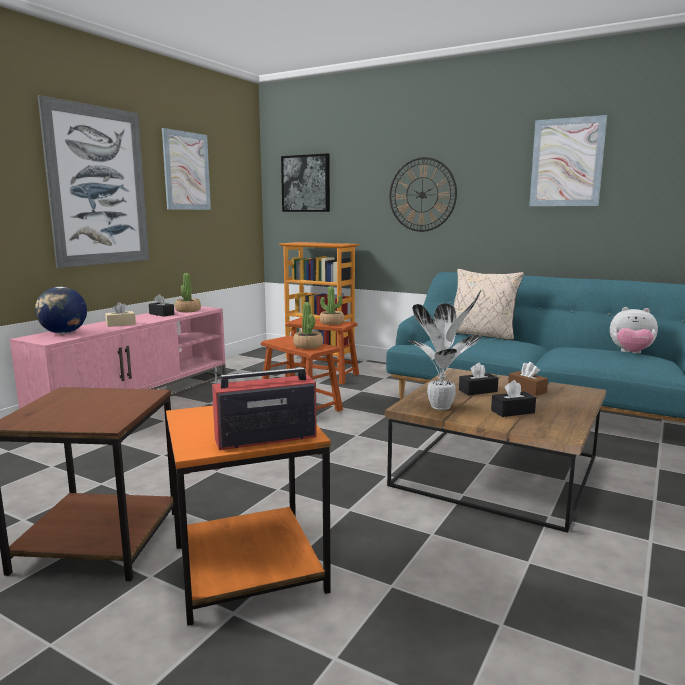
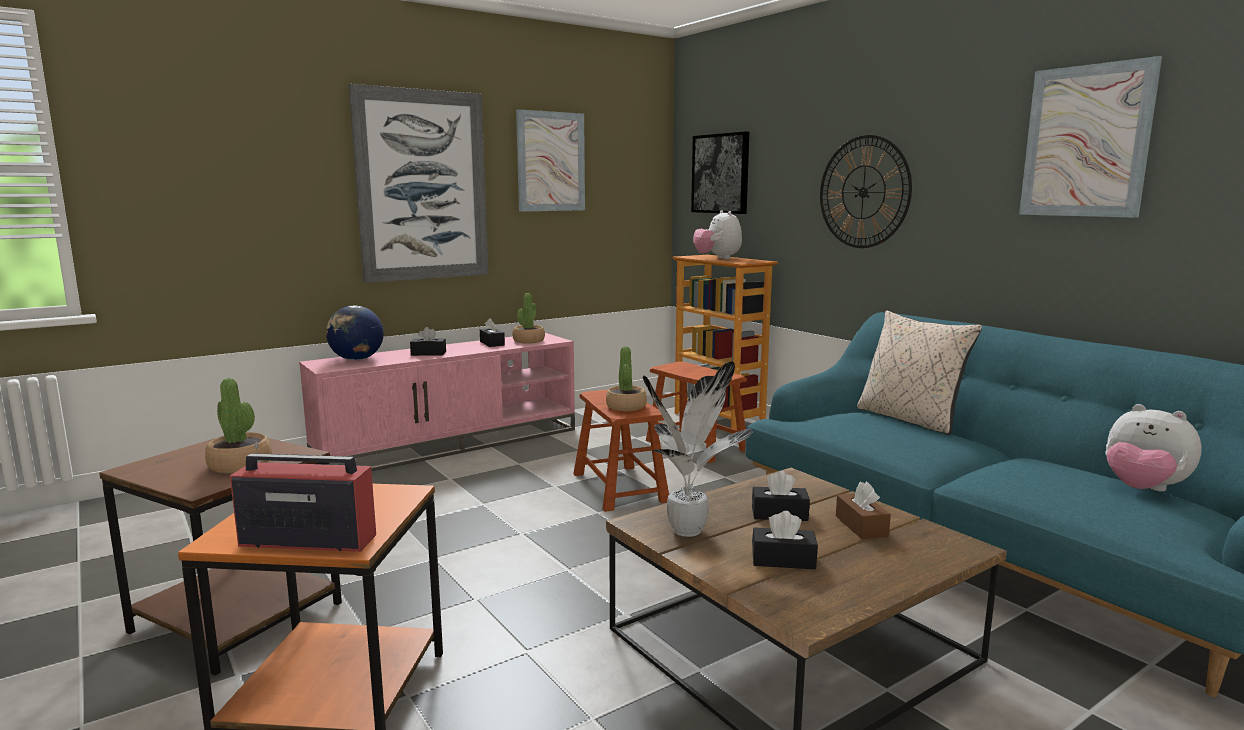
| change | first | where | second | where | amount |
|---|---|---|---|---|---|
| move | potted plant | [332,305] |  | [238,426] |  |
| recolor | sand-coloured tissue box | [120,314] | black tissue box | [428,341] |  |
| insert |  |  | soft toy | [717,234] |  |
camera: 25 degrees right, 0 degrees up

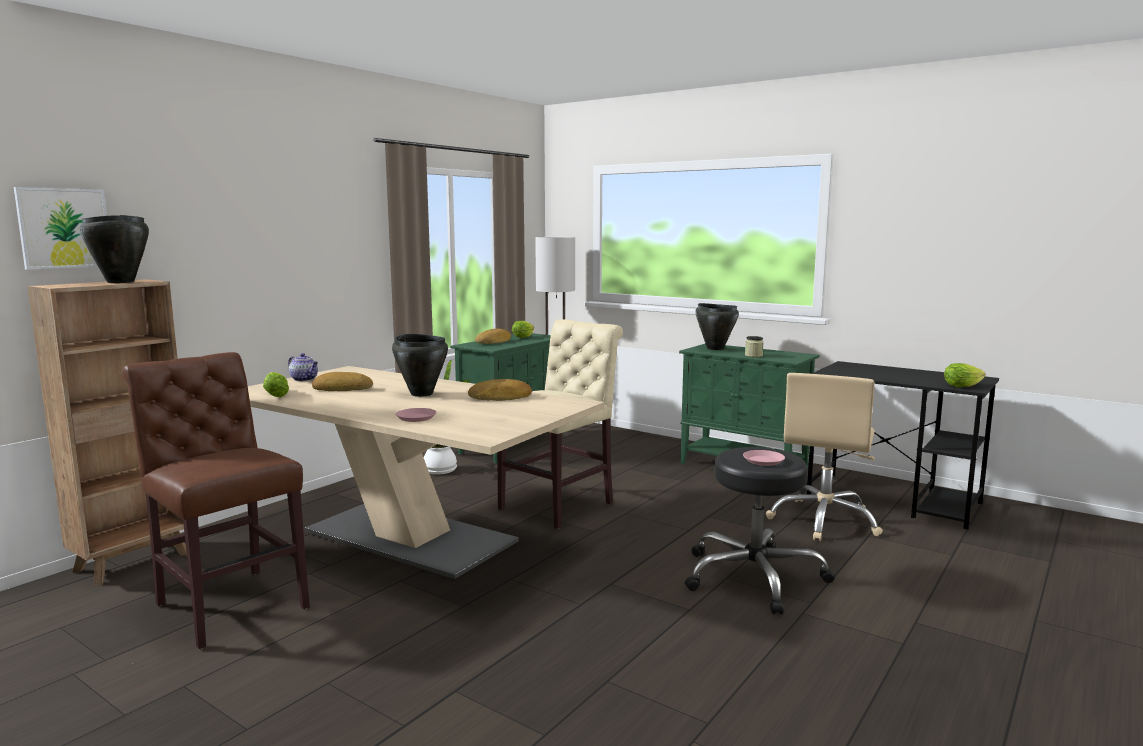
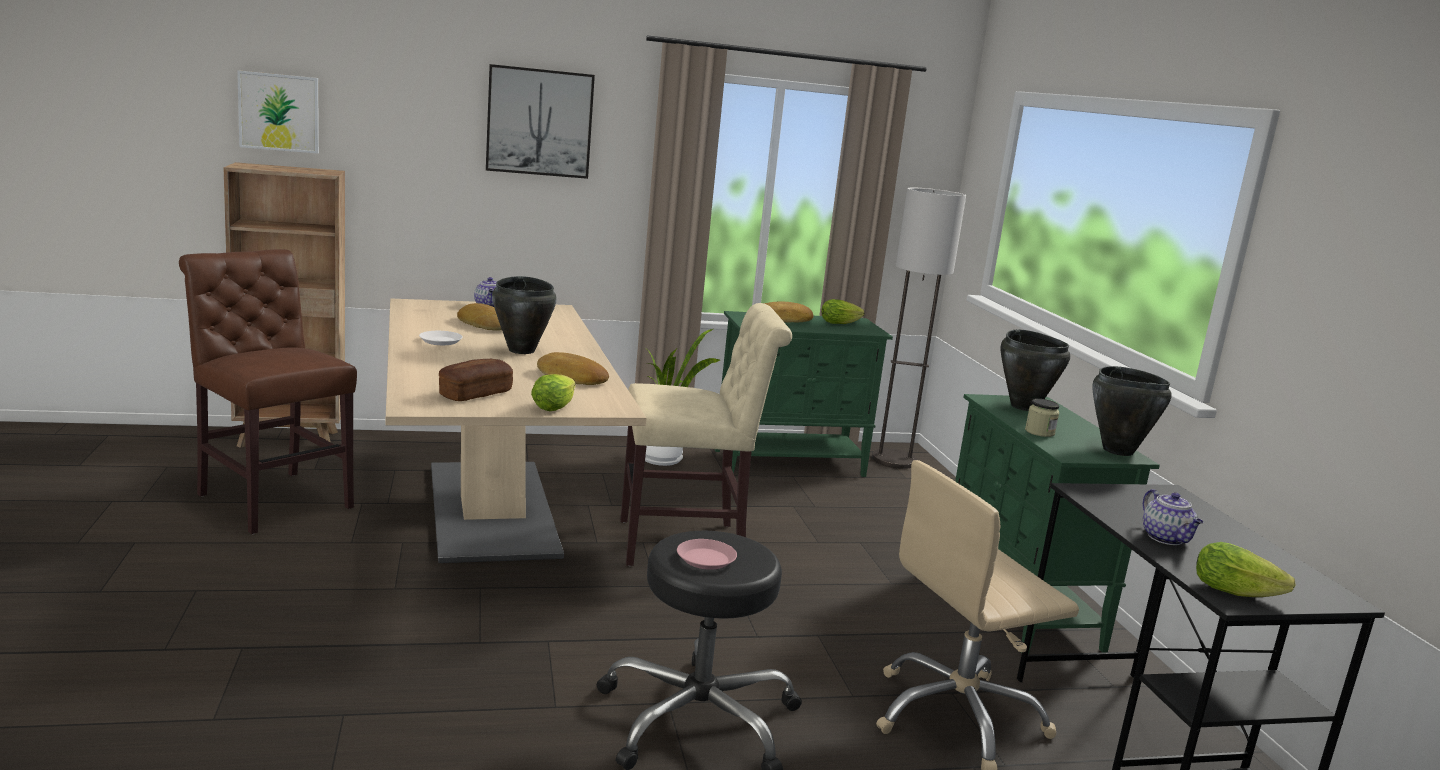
| change | first | where | second | where | amount |
|---|---|---|---|---|---|
| rotate | brown-coloured chair | [216,500] |  | [268,391] | 45 degrees counterclockwise |
| insert |  |  | white dinner plate | [441,338] |  |
| insert |  |  | bread | [476,379] |  |
| insert |  |  | wall picture | [540,121] |  |
| move | head of lettuce | [276,384] |  | [553,392] |  |
| move | black stockpot | [114,249] |  | [1132,411] |  |
| insert |  |  | teapot | [1173,517] |  |
| delete | pink-coloured dinner plate | [416,415] |  |  |  |
camera: 40 degrees right, 5 degrees up

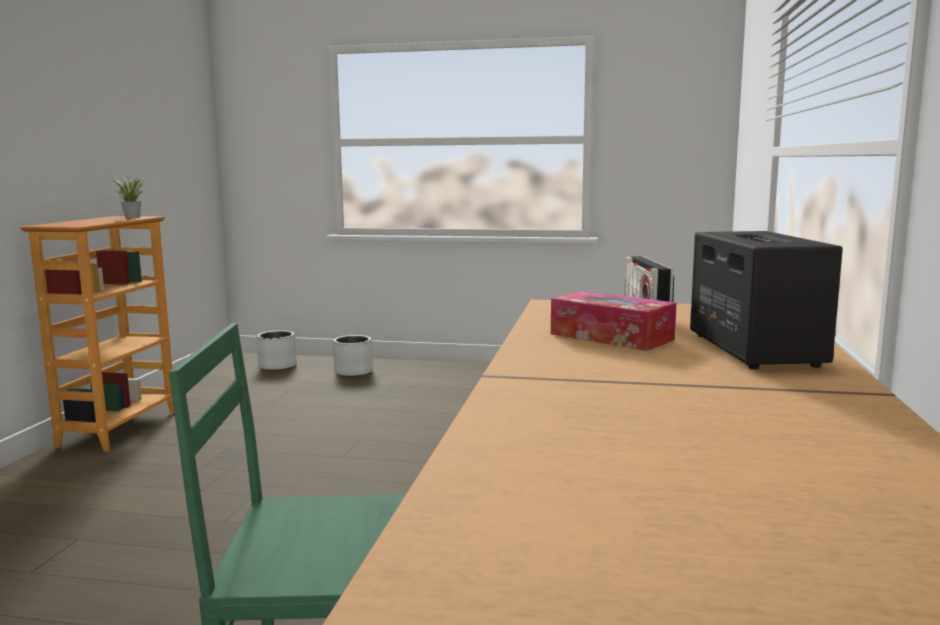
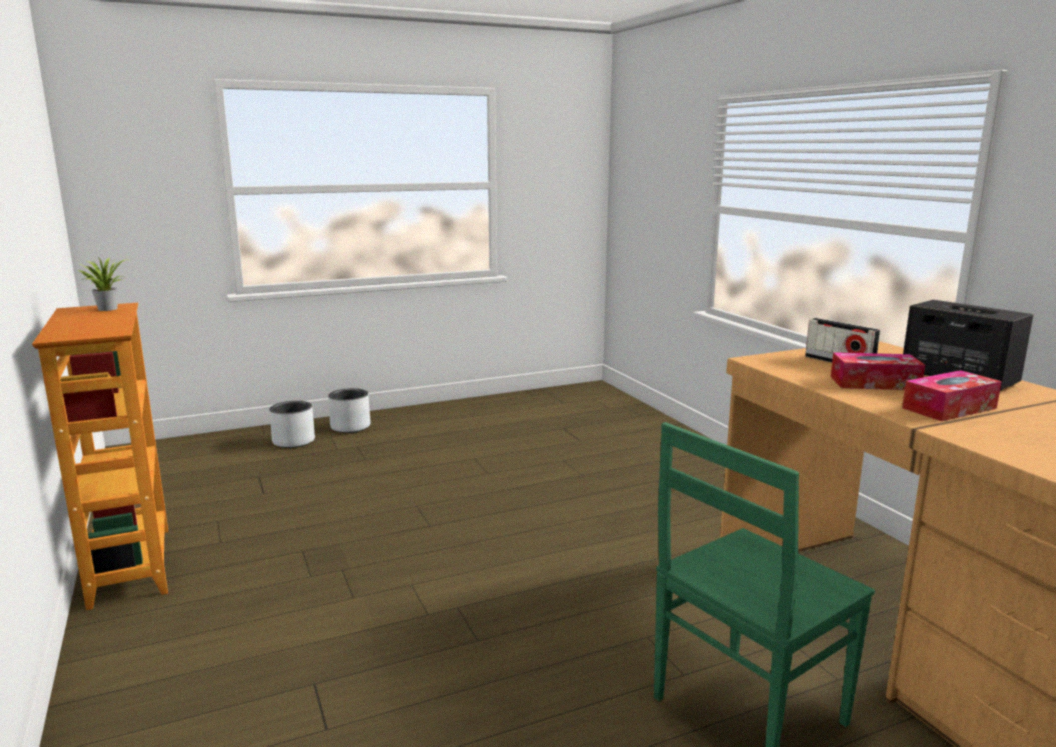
| change | first | where | second | where | amount |
|---|---|---|---|---|---|
| move | greyish flower pot | [277,350] |  | [349,410] |  |
| insert |  |  | tissue box | [952,395] |  |
camera: 35 degrees left, 5 degrees up

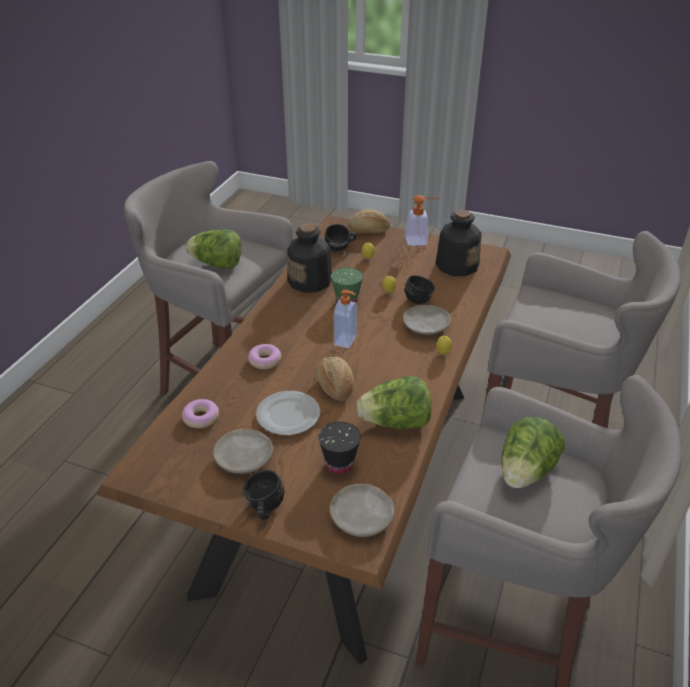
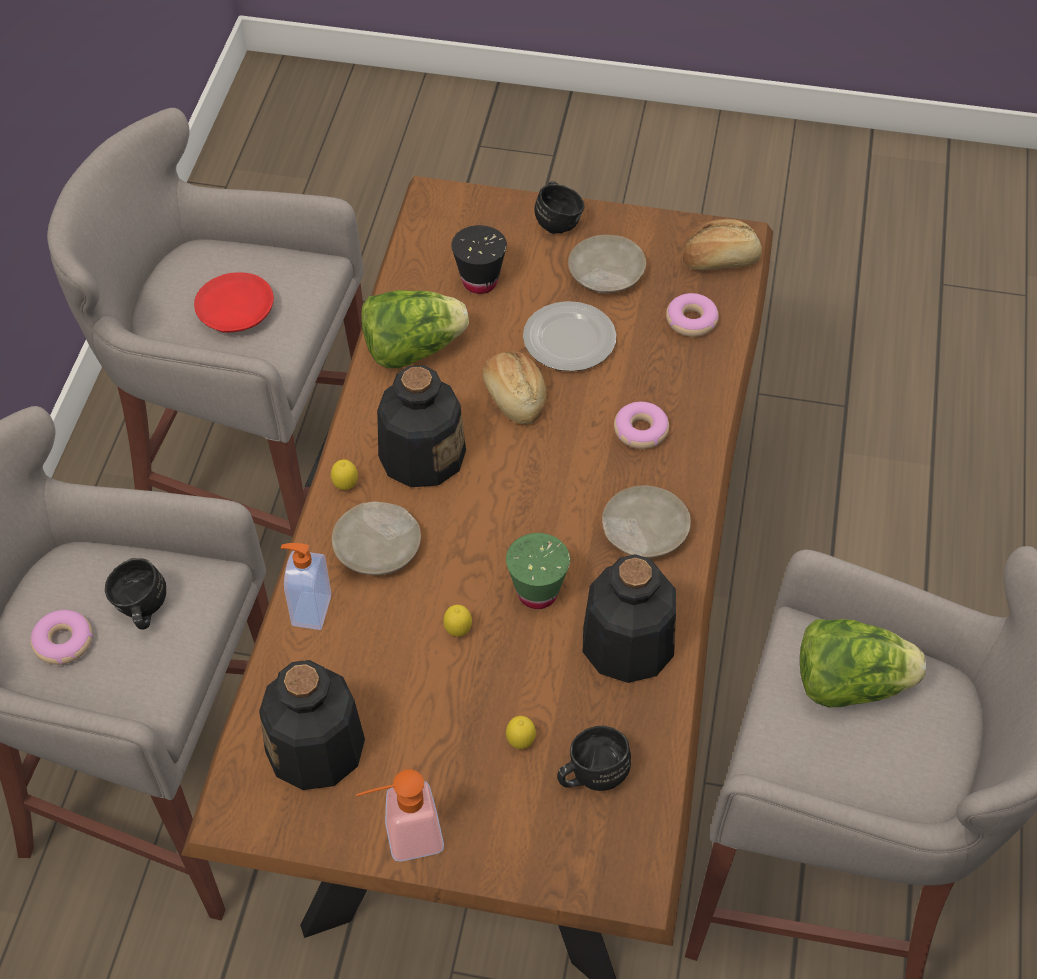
| change | first | where | second | where | amount |
|---|---|---|---|---|---|
| insert |  |  | ring doughnut | [62,637] |  |
| move | black tea mug | [420,289] |  | [135,593] |  |
| replace | head of lettuce | [533,452] | red dinner plate | [234,302] |  |
| move | soap bottle | [345,319] |  | [306,586] |  |
| insert |  |  | drink bottle | [421,426] |  |
| move | sand-coloured dinner plate | [362,510] |  | [646,521] |  |
| move | bread | [369,221] |  | [722,244] |  |
camera: 170 degrees right, 15 degrees up

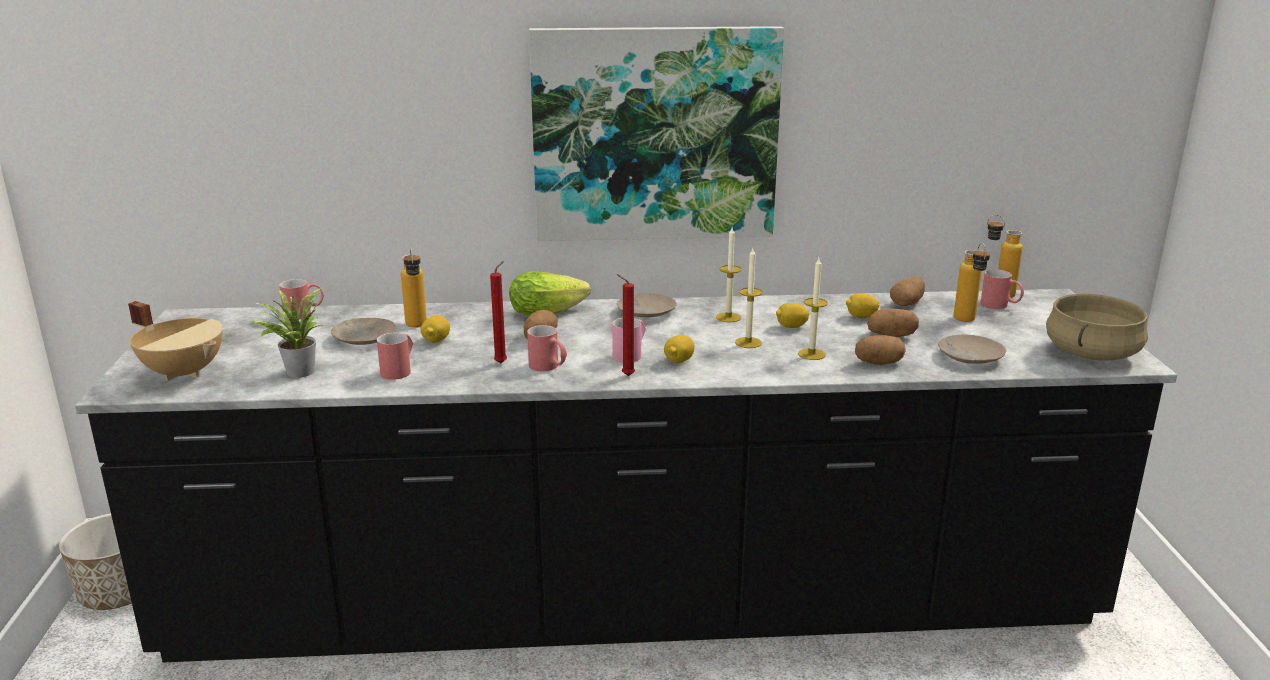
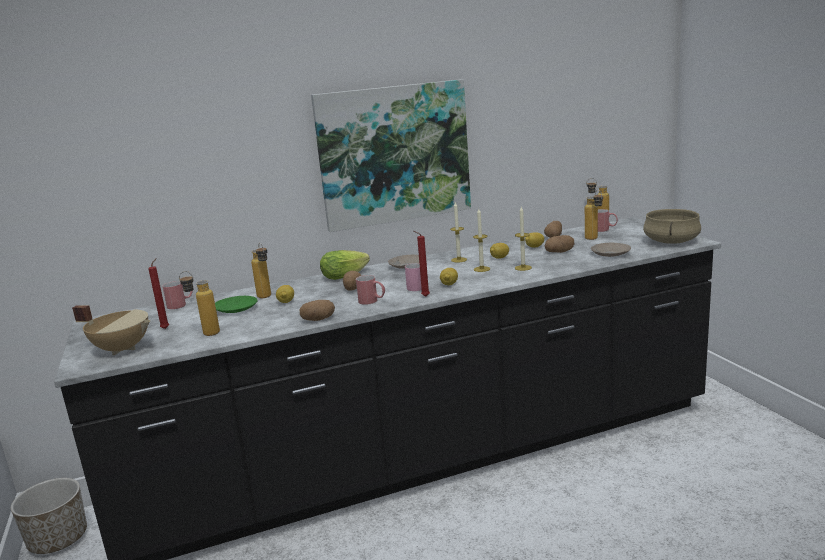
| change | first | where | second | where | amount |
|---|---|---|---|---|---|
| move | red wax candle | [498,312] |  | [158,293] |  |
| replace | potted plant | [288,333] | drink bottle | [199,303] |  |
| recolor | sand-coloured dinner plate | [364,331] | green dinner plate | [236,304] |  |
| move | whole potato | [880,350] |  | [317,310] |  |
| delete | red tea mug | [395,356] |  |  |  |
camera: 15 degrees left, 5 degrees down

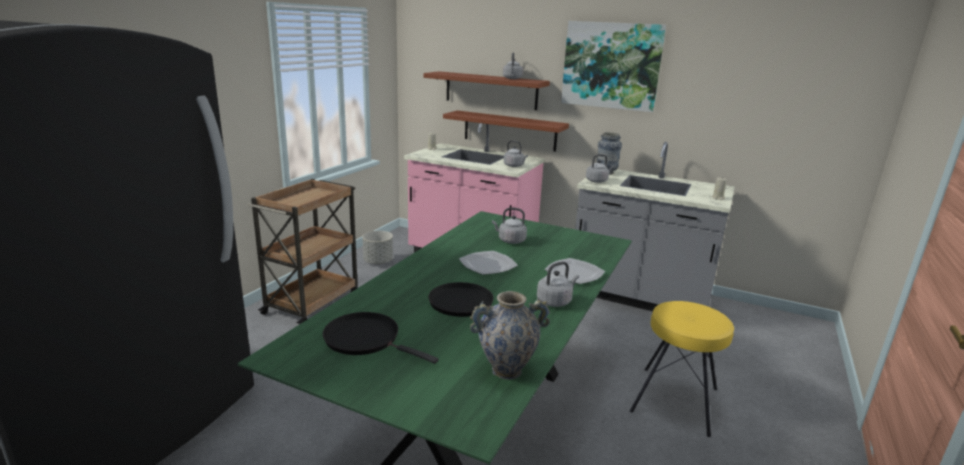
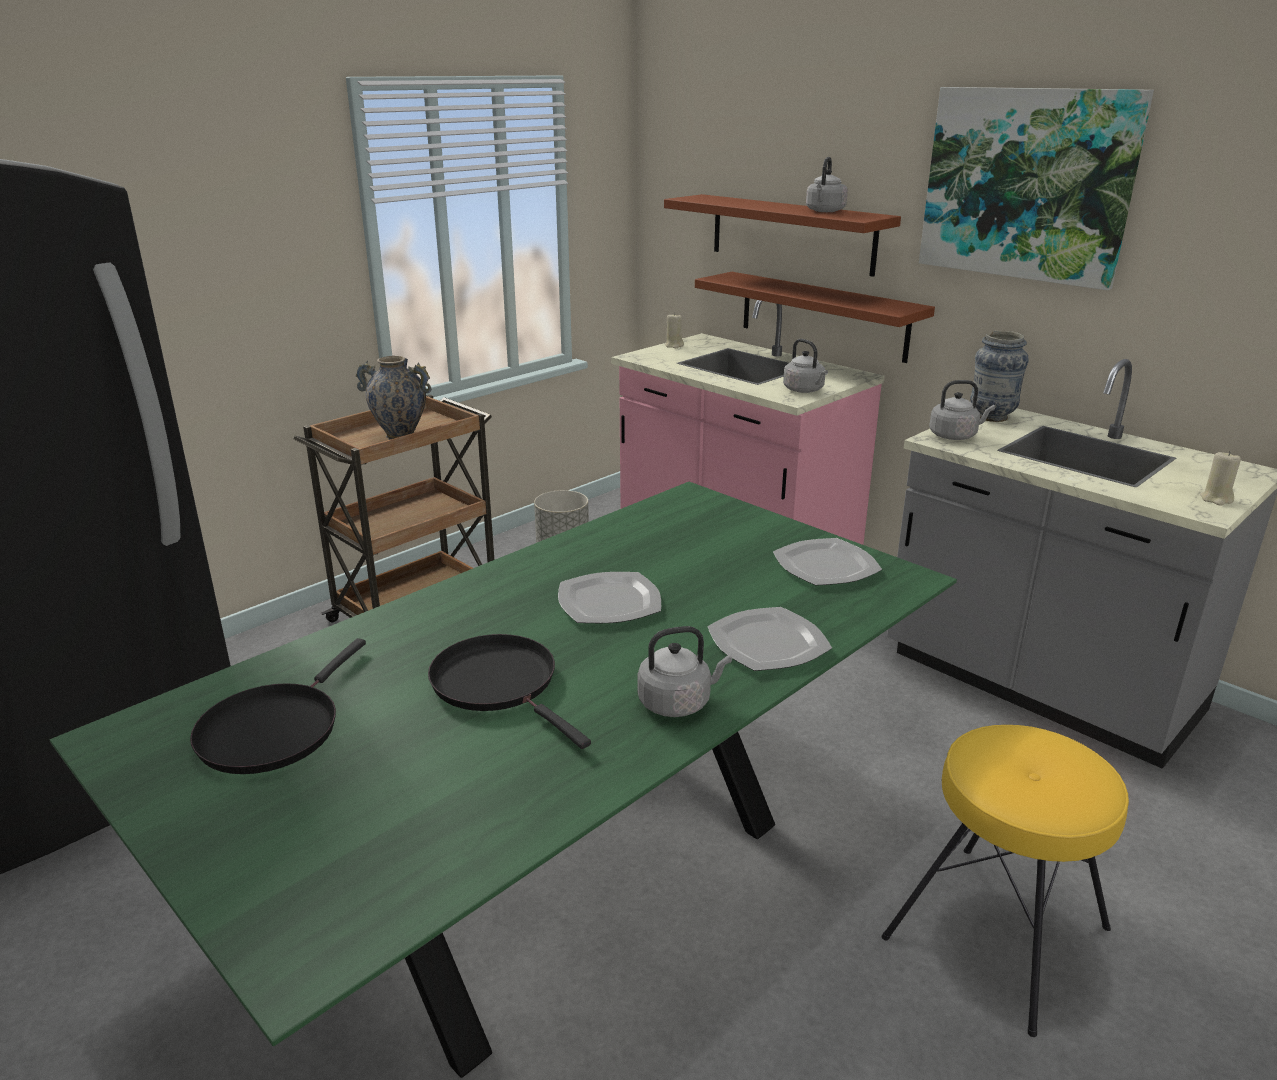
| change | first | where | second | where | amount |
|---|---|---|---|---|---|
| rotate | black frying pan | [381,338] |  | [278,706] | 120 degrees counterclockwise |
| move | vase | [510,335] |  | [394,398] |  |
| insert |  |  | dinner plate | [827,562] |  |
| delete | greyish tea kettle | [509,226] |  |  |  |
camera: 20 degrees right, 5 degrees up

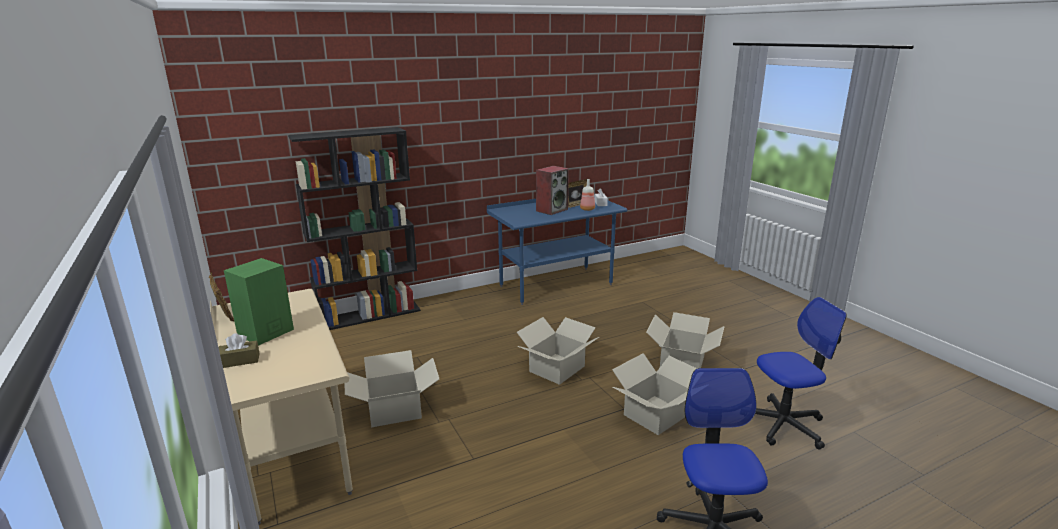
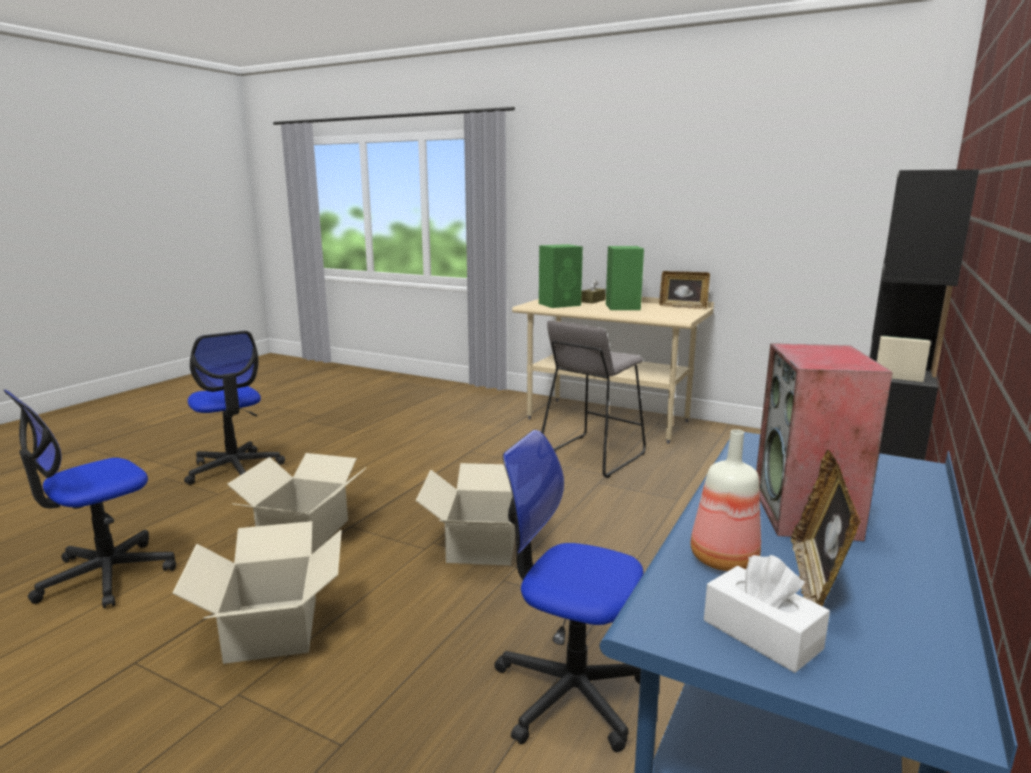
| change | first | where | second | where | amount |
|---|---|---|---|---|---|
| insert |  |  | computer chair | [569,591] |  |
| insert |  |  | green speaker | [561,276] |  |
| replace | cardboard box | [392,388] | greyish sitting stool | [593,399] |  |
camera: 145 degrees right, 5 degrees down

